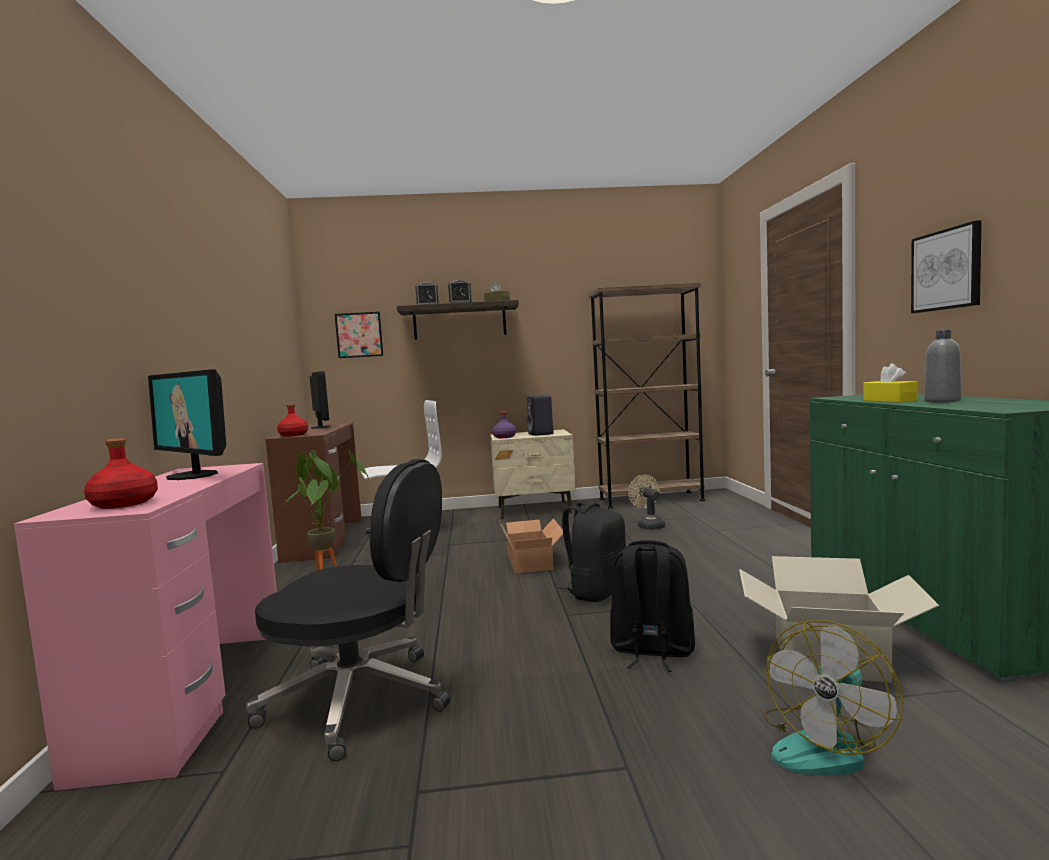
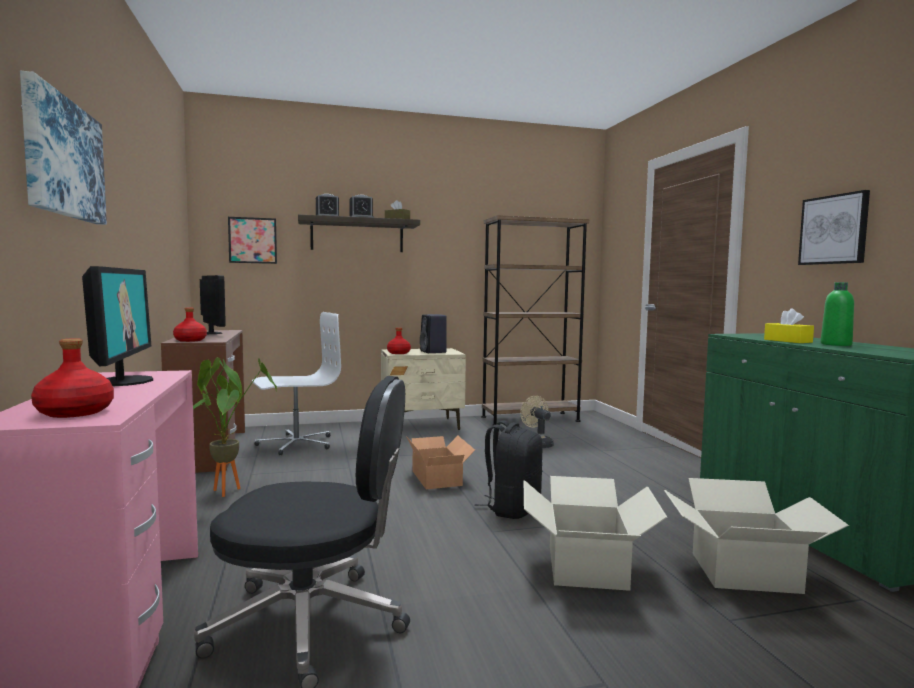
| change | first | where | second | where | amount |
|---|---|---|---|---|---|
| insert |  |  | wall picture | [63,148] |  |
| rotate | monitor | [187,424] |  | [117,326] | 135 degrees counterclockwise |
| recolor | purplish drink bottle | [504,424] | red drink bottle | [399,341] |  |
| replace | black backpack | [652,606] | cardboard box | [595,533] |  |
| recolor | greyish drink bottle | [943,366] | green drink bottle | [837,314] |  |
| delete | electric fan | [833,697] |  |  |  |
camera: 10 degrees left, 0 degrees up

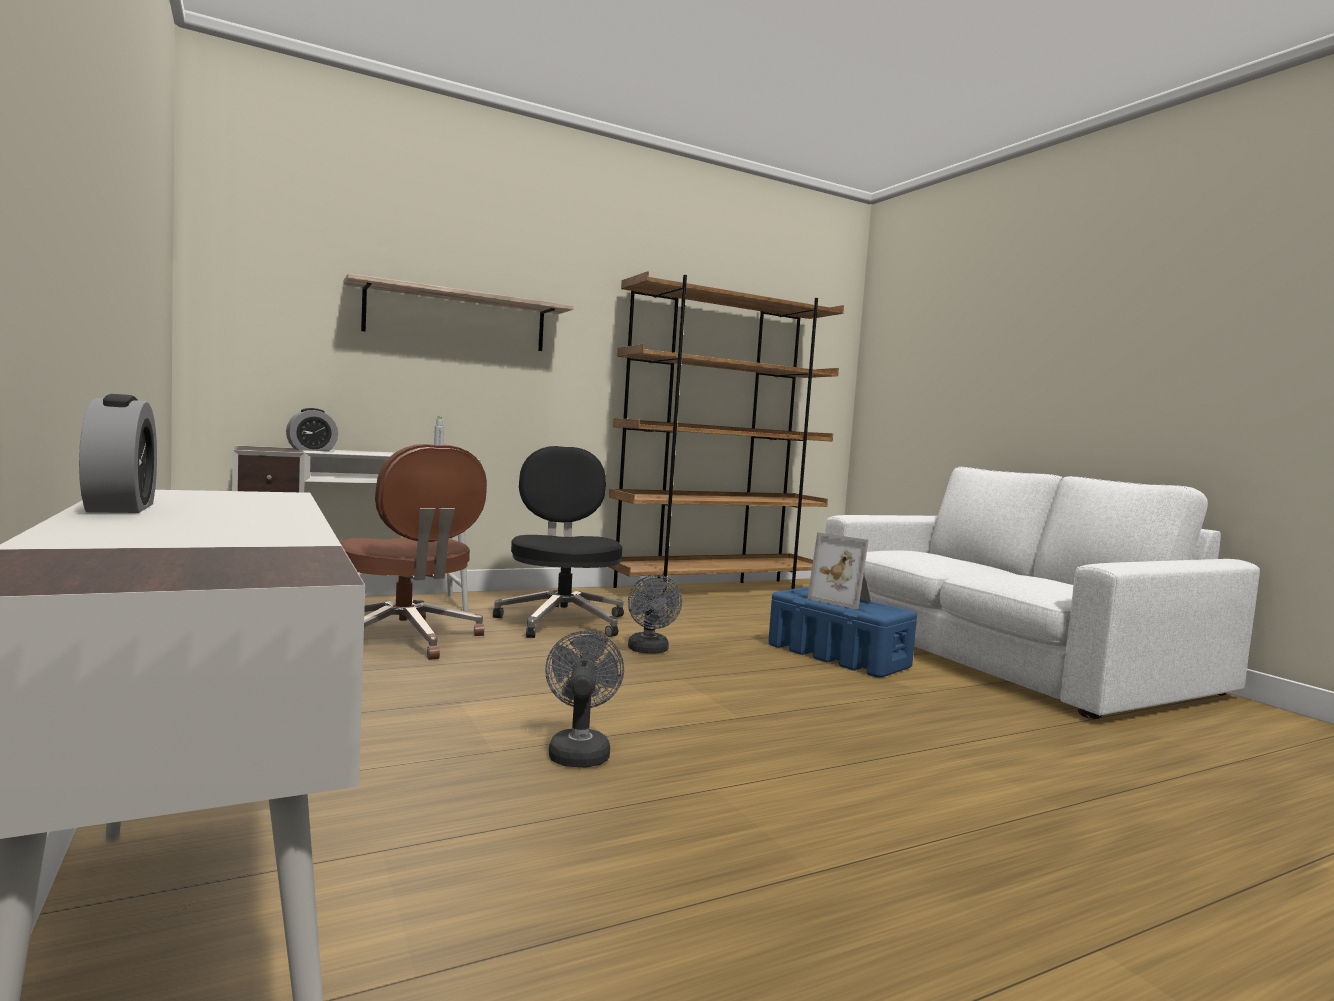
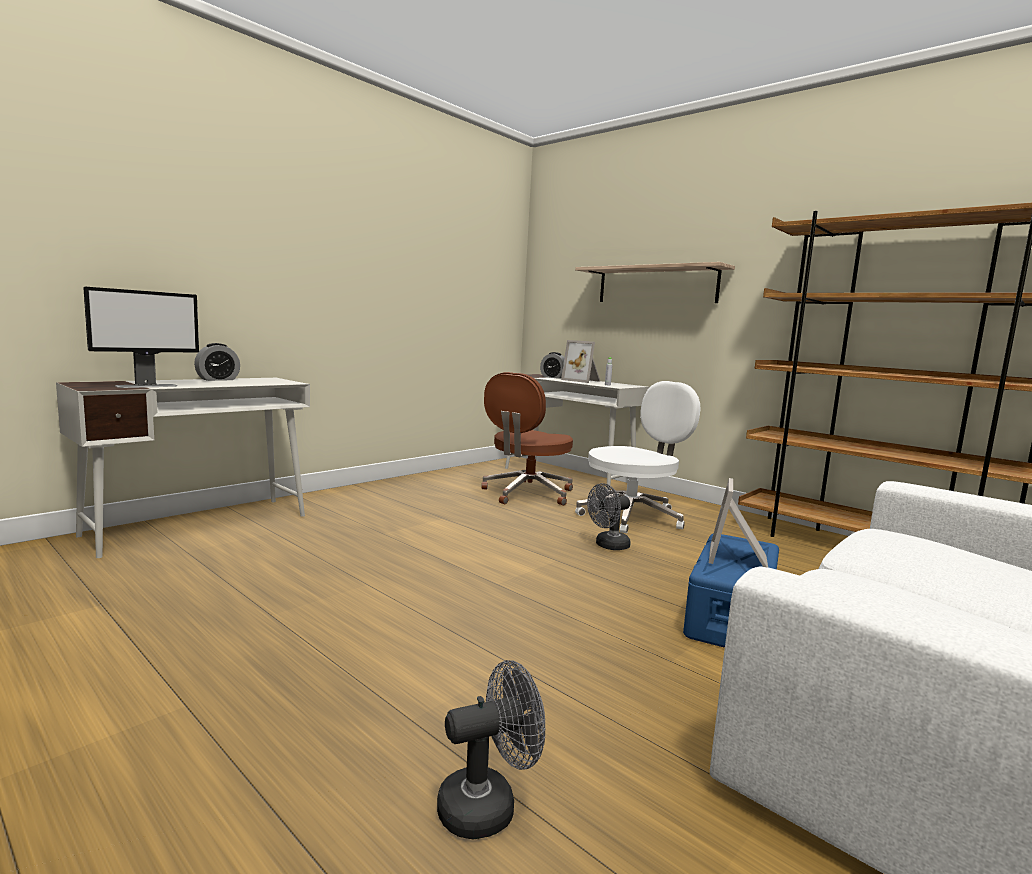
| change | first | where | second | where | amount |
|---|---|---|---|---|---|
| insert |  |  | monitor | [141,337] |  |
| move | greyish electric fan | [584,699] |  | [491,749] |  |
| insert |  |  | photo frame | [581,361] |  |
| recolor | black computer chair | [558,542] | white computer chair | [638,457] |  |
camera: 70 degrees right, 5 degrees up

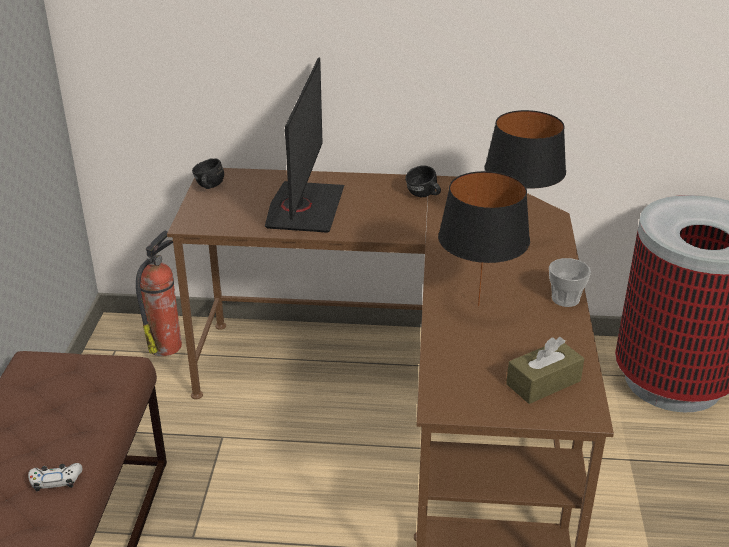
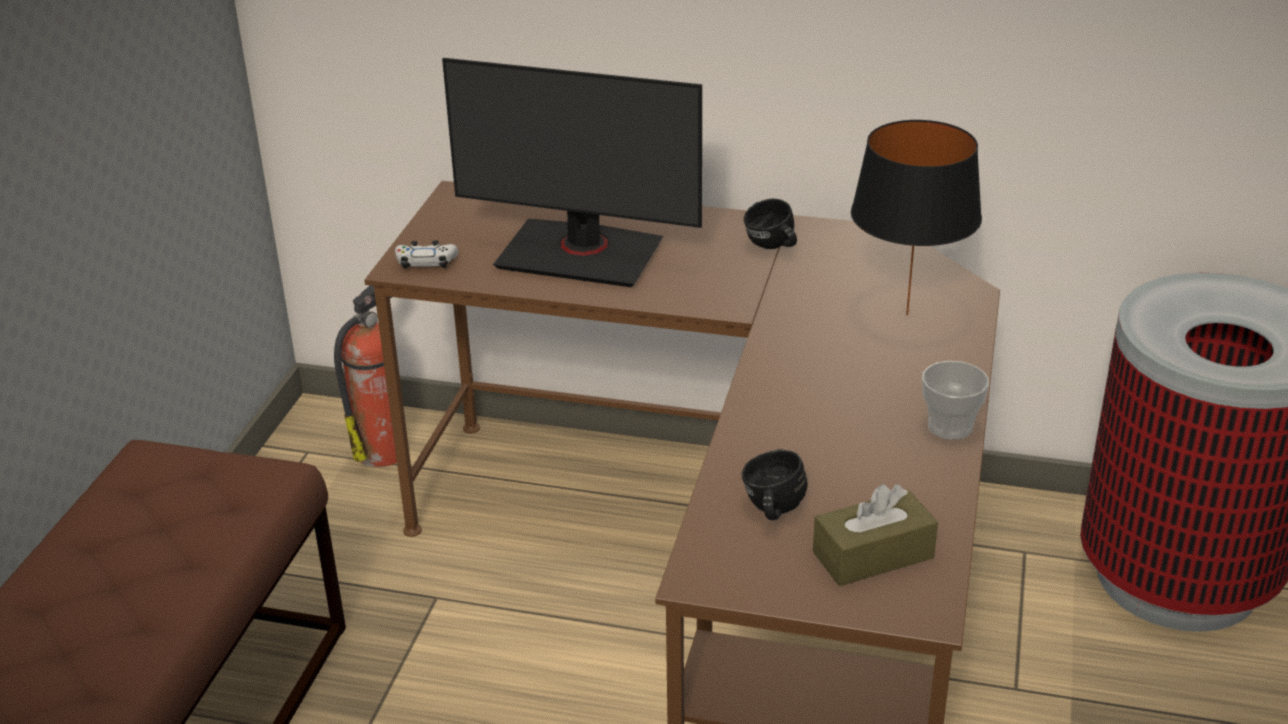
| change | first | where | second | where | amount |
|---|---|---|---|---|---|
| move | white game controller | [55,477] |  | [426,254] |  |
| rotate | monitor | [304,145] |  | [572,172] | 90 degrees clockwise |
| move | black tea mug | [208,173] |  | [775,484] |  |
| delete | black tabletop lamp | [484,238] |  |  |  |
camera: 10 degrees right, 0 degrees up

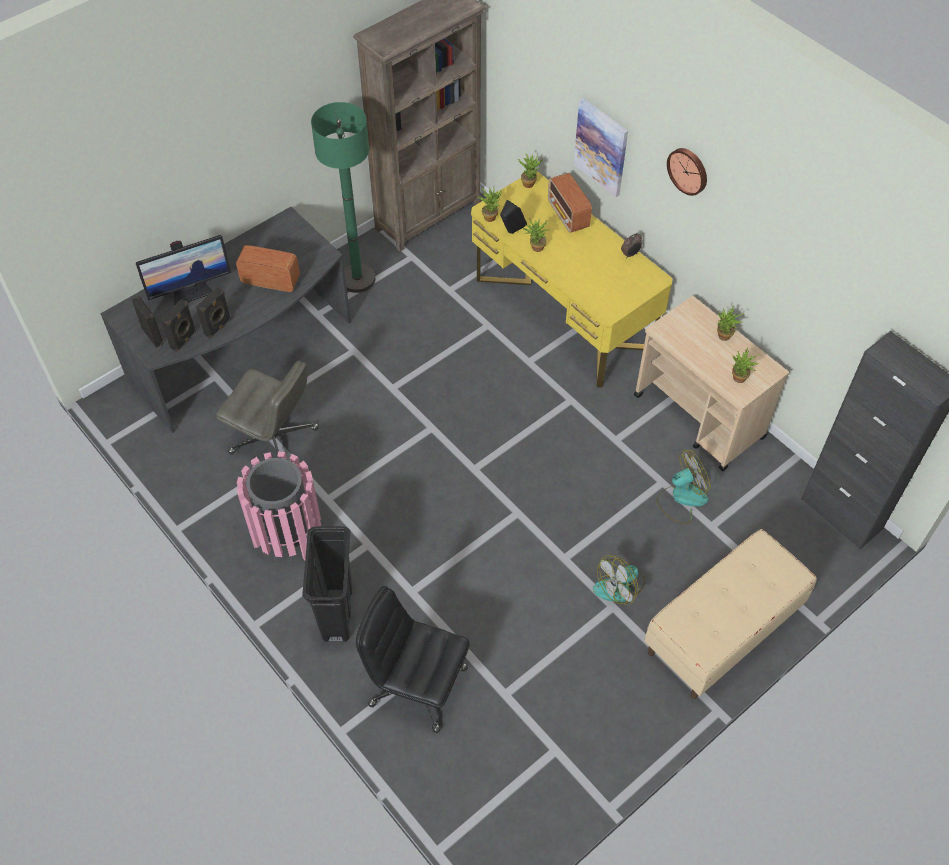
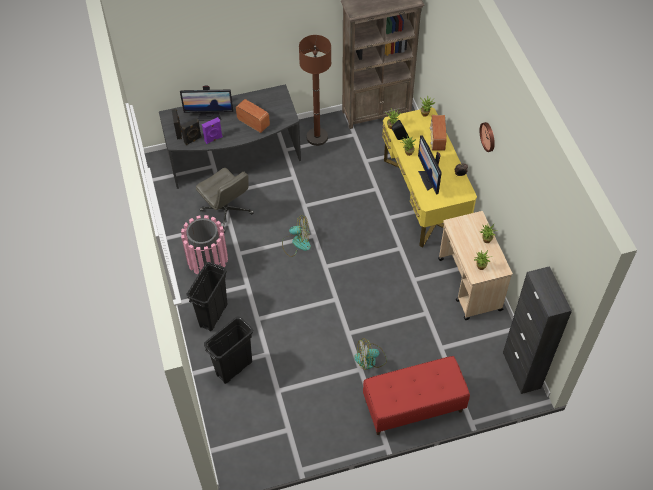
| change | first | where | second | where | amount |
|---|---|---|---|---|---|
| recolor | black speaker | [213,313] | purplish speaker | [212,130] |  |
| replace | black computer chair | [413,659] | black trash can | [228,350] |  |
| move | electric fan | [683,487] |  | [296,236] |  |
| recolor | green standing lamp | [343,197] | brown-coloured standing lamp | [315,90] |  |
| recolor | sand-coloured indoor bench | [730,614] | red indoor bench | [416,395] |  |
| insert |  |  | monitor | [430,165] |  |
| delete | wall picture | [600,147] |  |  |  |
camera: 25 degrees right, 0 degrees up

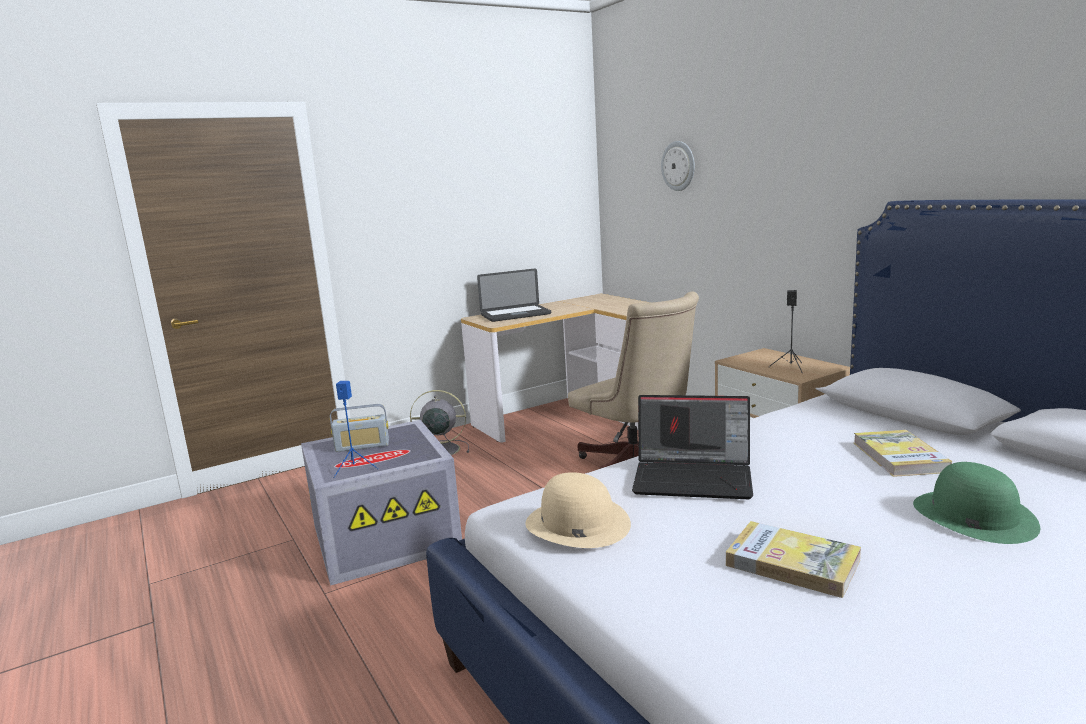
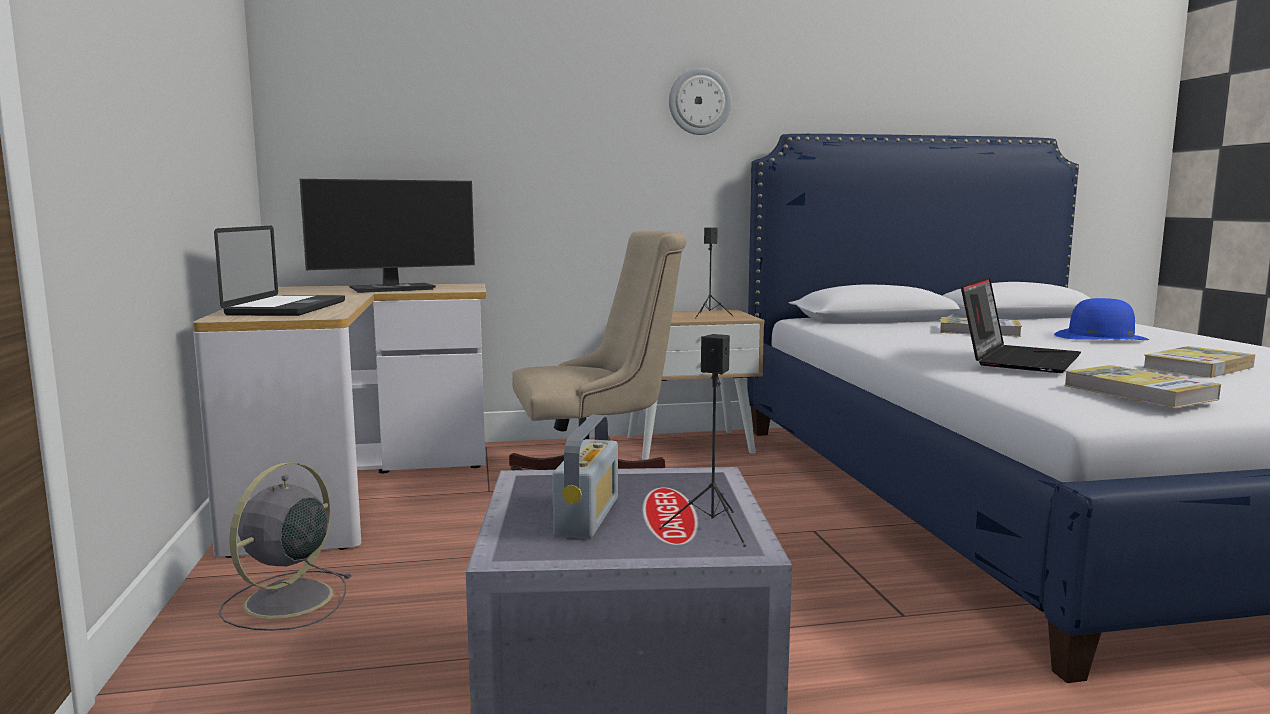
| change | first | where | second | where | amount |
|---|---|---|---|---|---|
| insert |  |  | monitor | [387,236] |  |
| recolor | blue-coloured speaker | [355,429] | black speaker | [702,440] |  |
| move | hanging clock | [678,166] |  | [700,101] |  |
| recolor | green wearable hat | [976,503] | blue-coloured wearable hat | [1101,319] |  |
| replace | sand-coloured wearable hat | [578,510] | book | [1142,386] |  |
camera: 70 degrees left, 5 degrees down

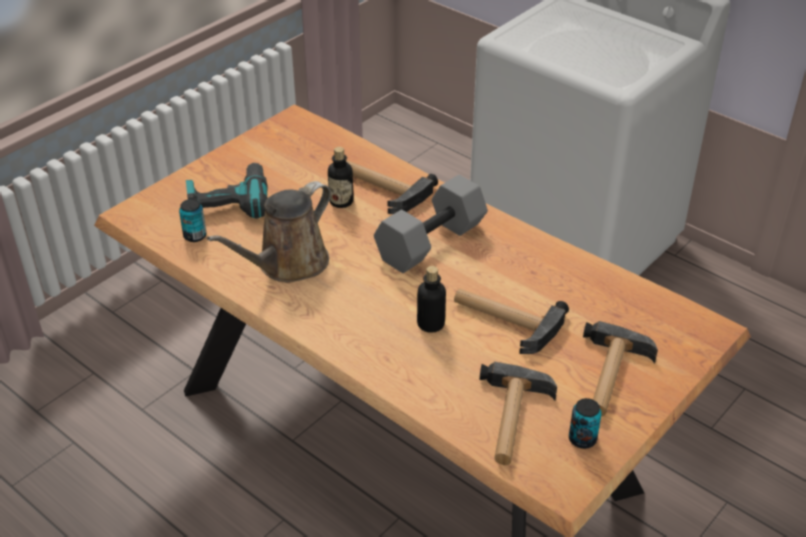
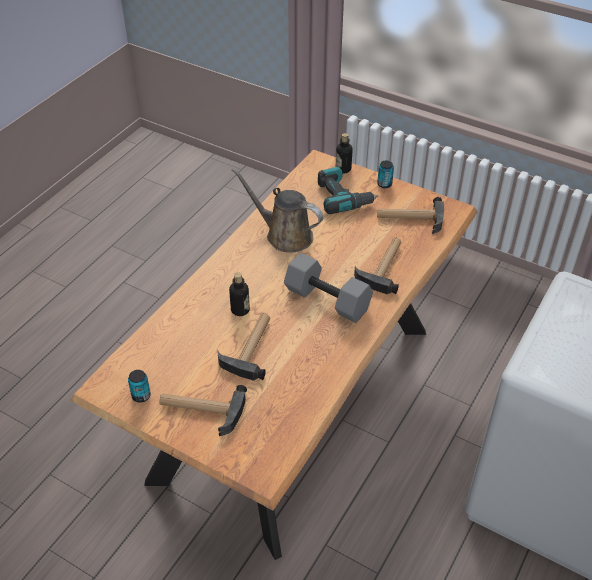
| change | first | where | second | where | amount |
|---|---|---|---|---|---|
| move | drink bottle | [341,177] |  | [344,153] |  |
| move | can | [192,220] |  | [385,174] |  |
| move | tool hammer | [518,413] |  | [410,215] |  |
camera: 80 degrees right, 5 degrees up

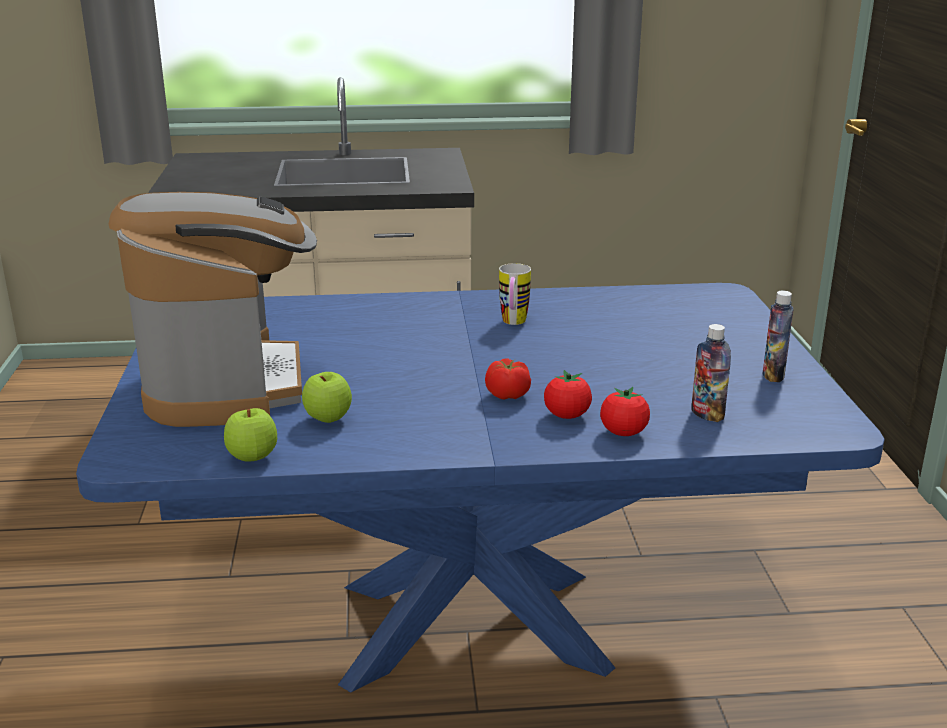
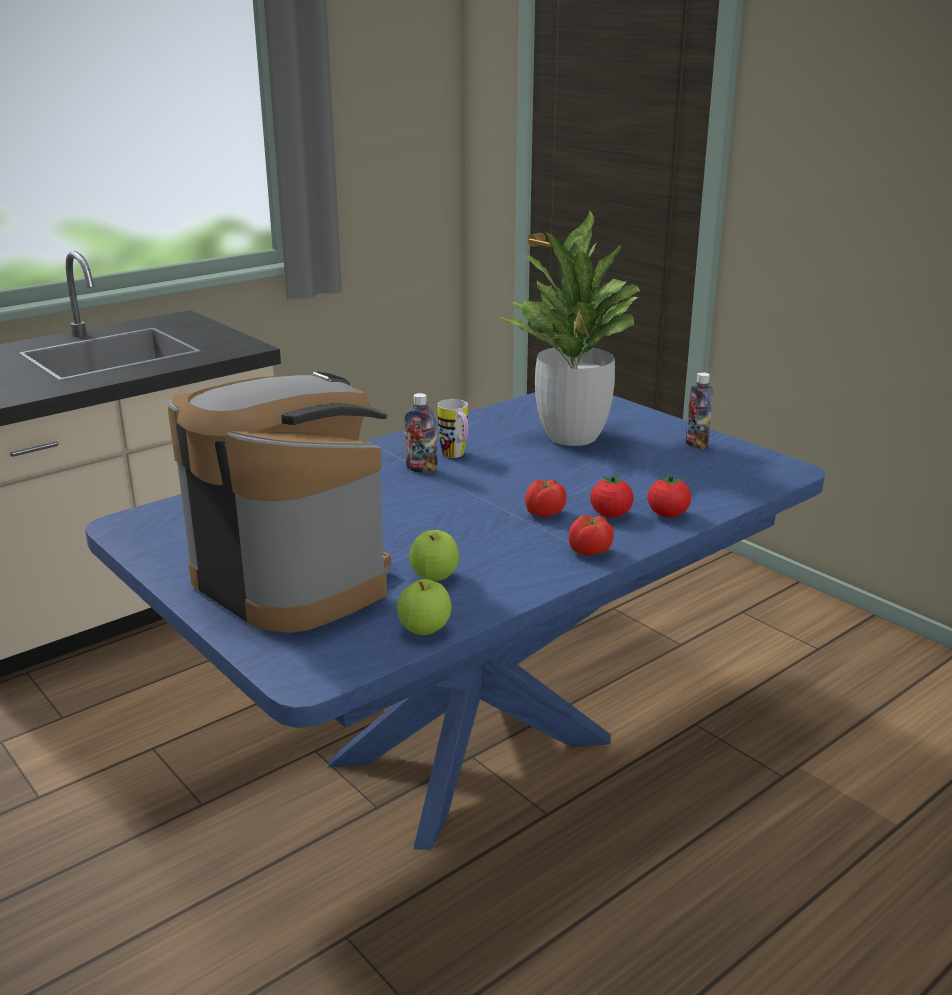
| change | first | where | second | where | amount |
|---|---|---|---|---|---|
| move | drink bottle | [711,373] |  | [421,433] |  |
| insert |  |  | potted plant | [569,328] |  |
| insert |  |  | tomato | [591,535] |  |
camera: 35 degrees left, 0 degrees up

